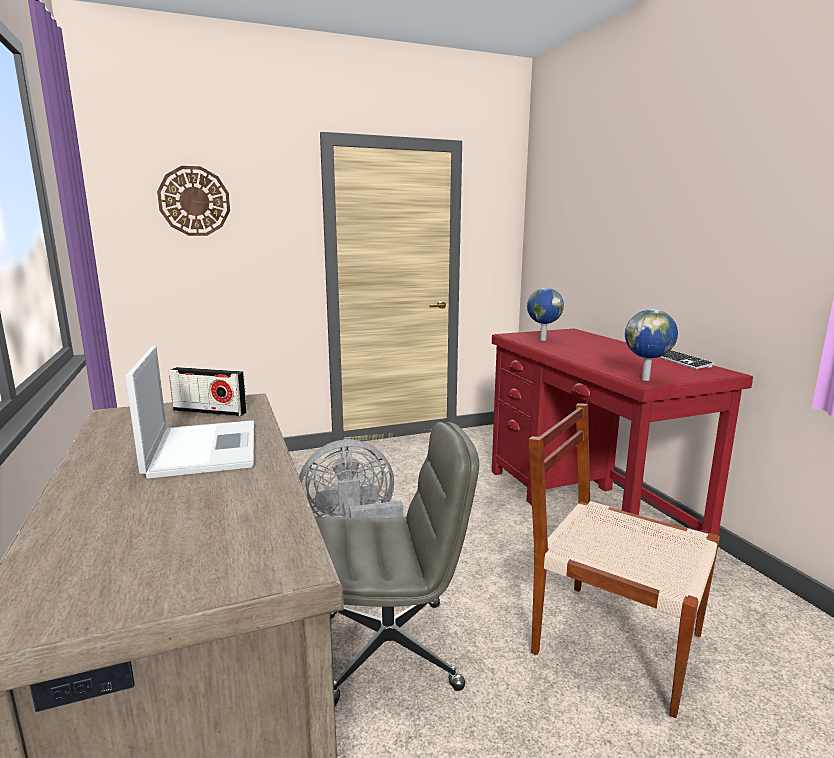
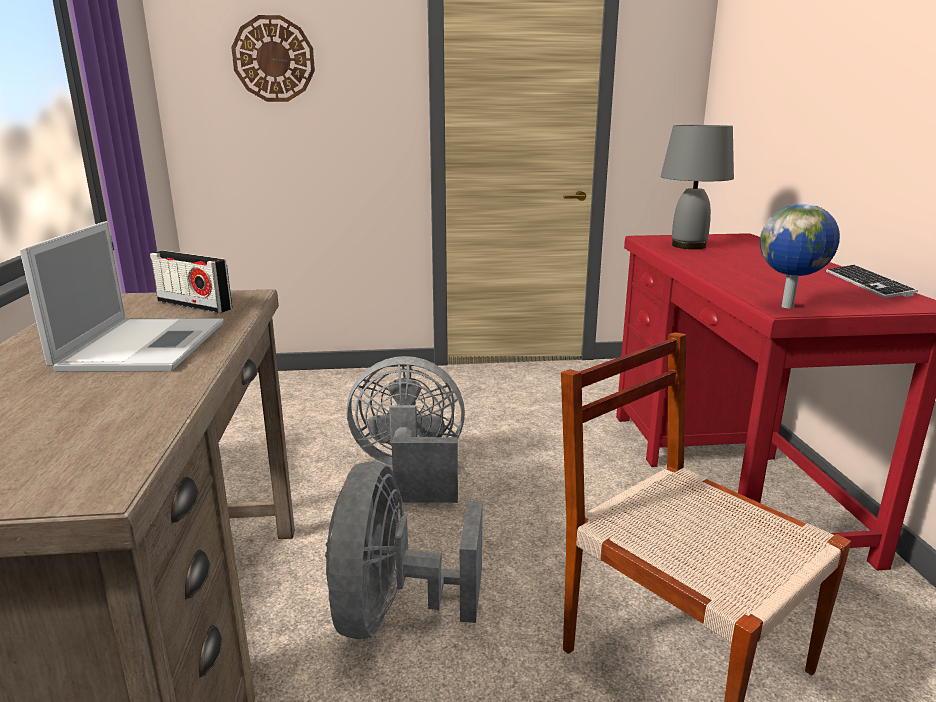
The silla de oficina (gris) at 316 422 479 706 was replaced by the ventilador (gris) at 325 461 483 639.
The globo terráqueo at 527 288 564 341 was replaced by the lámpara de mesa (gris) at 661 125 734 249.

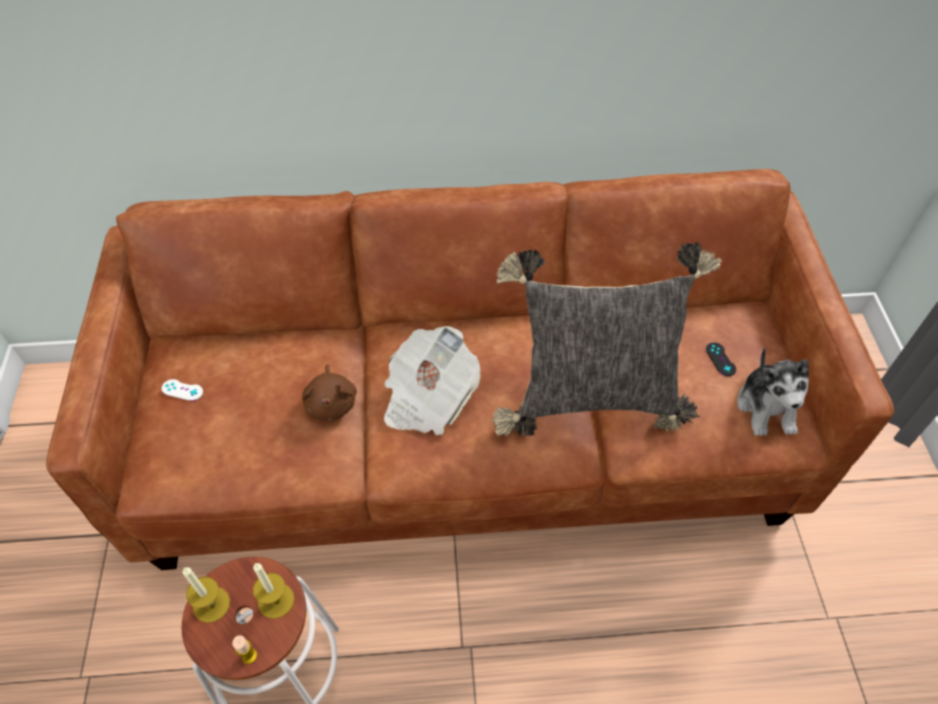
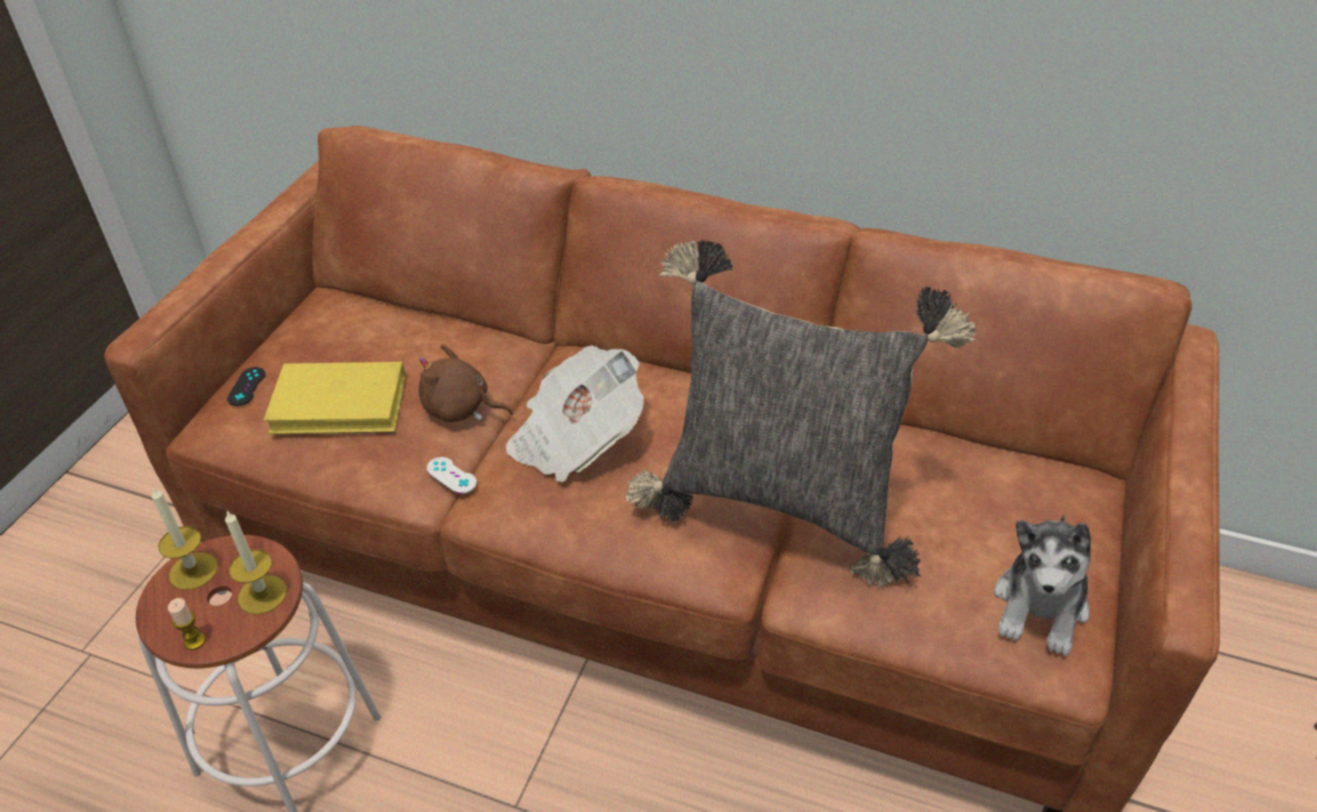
The mando de consola (negro) moved from 706 342 736 376 to 227 367 266 406.
The libro (amarillo) at 264 362 405 435 appeared.
The peluche (marrón) at 302 364 357 421 turned 90 degrees clockwise.
The mando de consola (blanco) moved from 161 379 203 401 to 427 457 477 494.

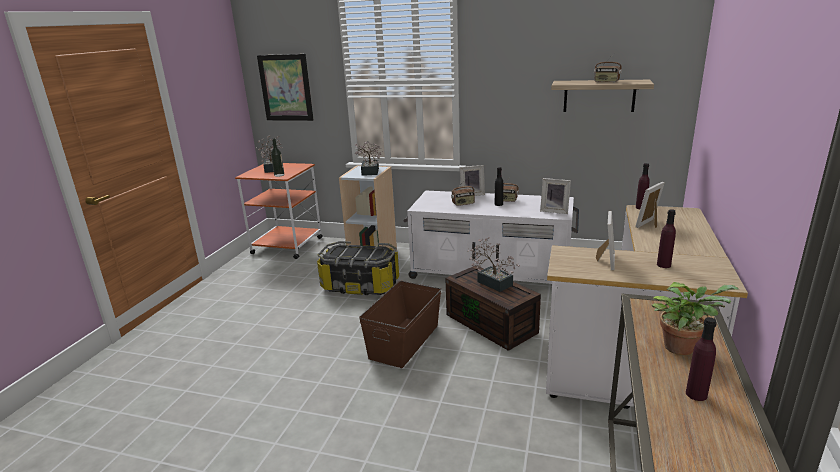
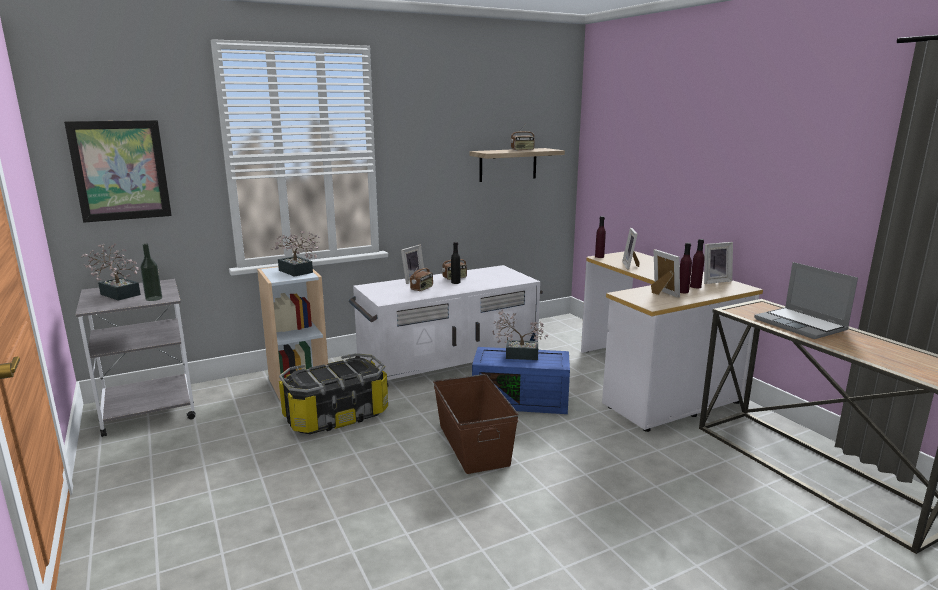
The carrito (naranja) at 235 163 323 259 became the carrito (gris) at 75 279 196 437.
The caja de almacenaje (marrón) at 445 265 541 351 became the caja de almacenaje (azul) at 472 347 570 414.
The botella (morado) moved from 686 317 717 401 to 680 243 692 293.
The portarretratos moved from 540 178 571 214 to 704 242 733 284.
The planta en maceta at 652 282 739 355 was replaced by the portátil at 754 262 858 339.

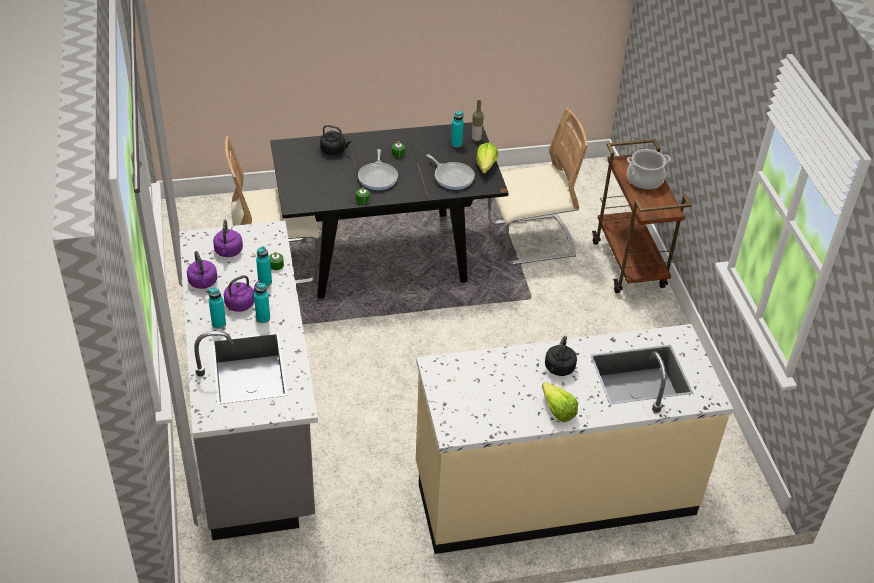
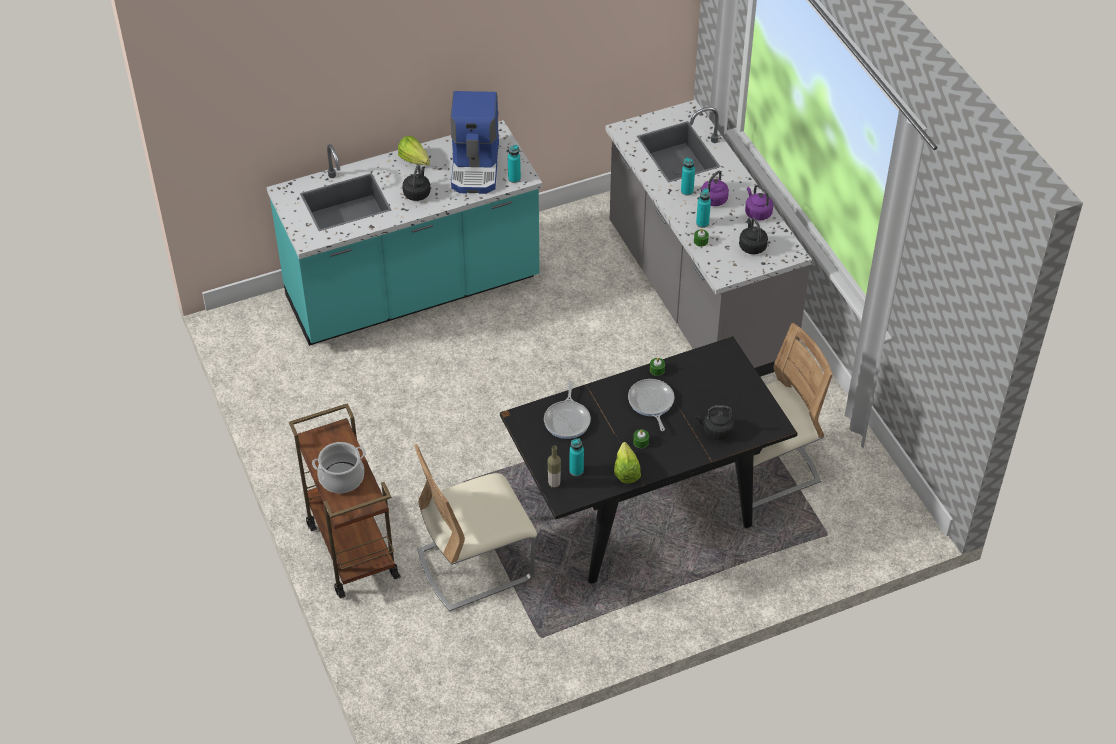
The mueble bajo de cocina (beis) at 416 324 733 554 became the mueble bajo de cocina (turquesa) at 267 120 542 346.
The cafetera at 451 91 499 194 appeared.
The botella (turquesa) moved from 208 288 226 329 to 508 145 521 183.
The sartén at 426 154 475 190 turned 120 degrees counterclockwise.
The lechuga moved from 476 143 498 173 to 614 442 641 483.
The hervidor (morado) at 213 220 243 257 became the hervidor (negro) at 739 218 768 254.

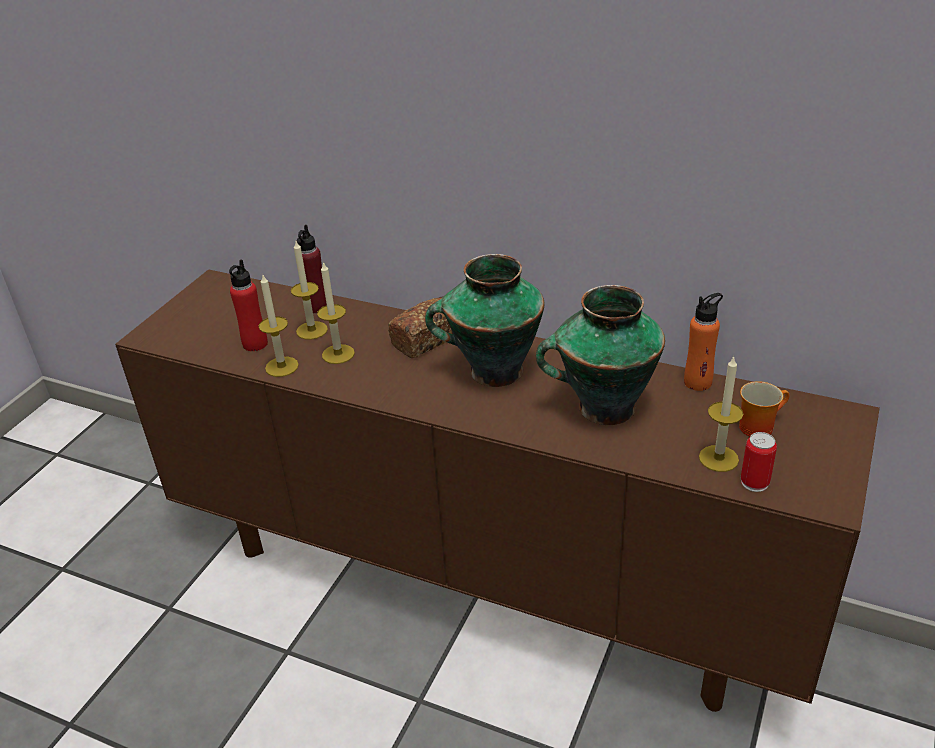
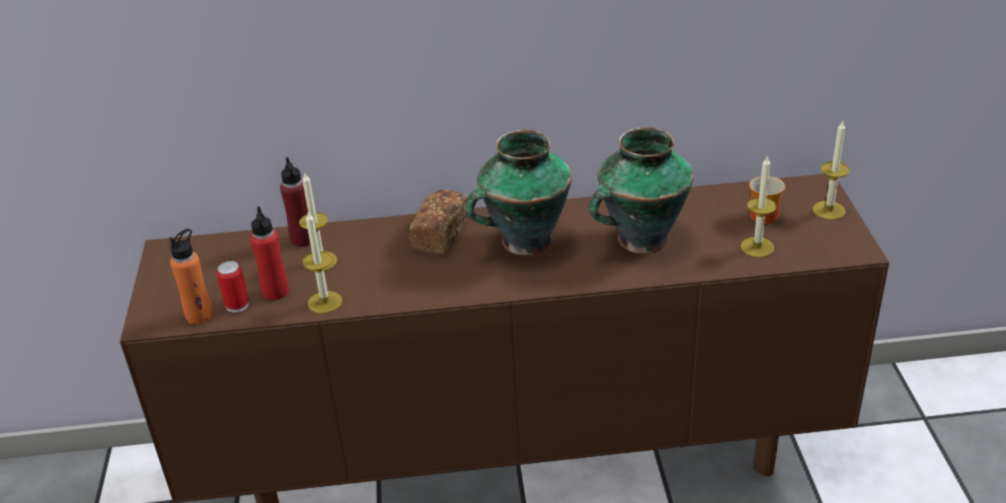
The botella (naranja) moved from 684 293 723 391 to 169 229 213 324.
The lata moved from 741 432 777 492 to 217 261 249 312.
The vela moved from 317 261 355 364 to 813 121 850 220.

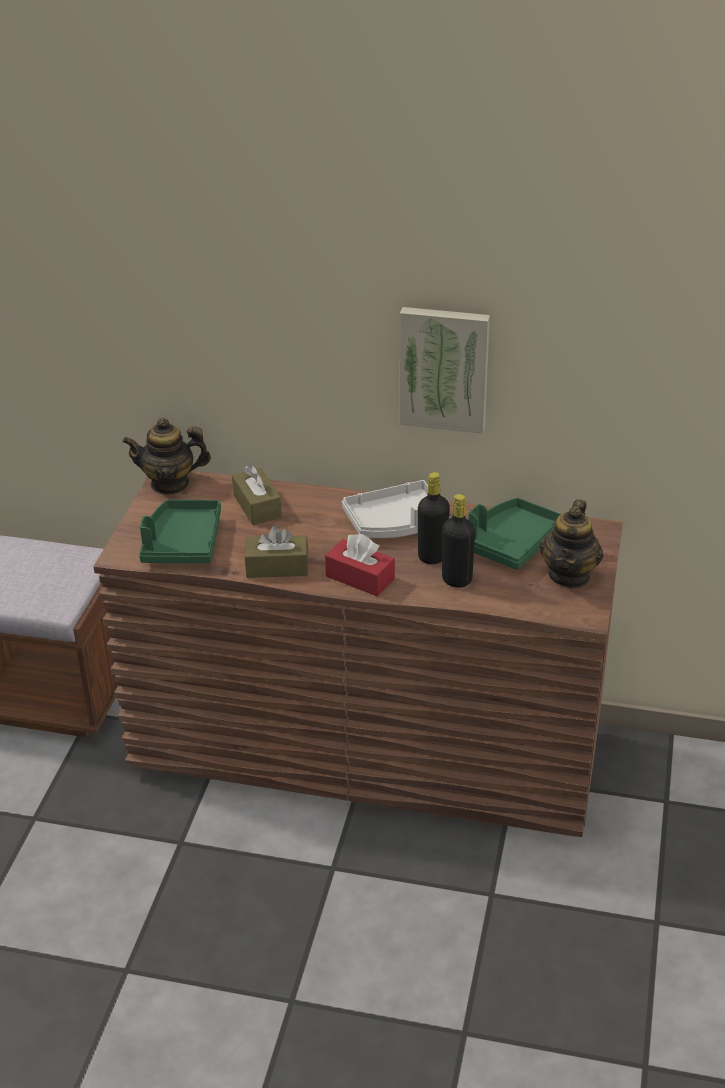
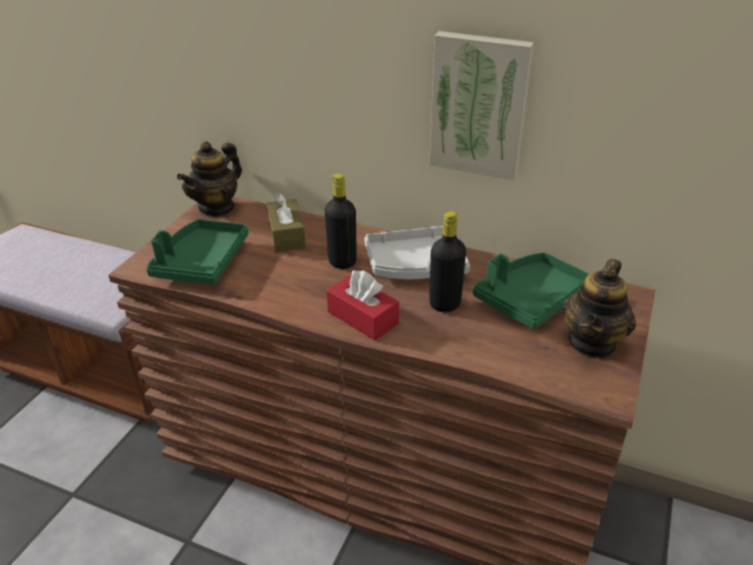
The tetera at 122 418 211 495 turned 60 degrees counterclockwise.
The botella (negro) moved from 442 494 475 588 to 324 173 357 269.
The caja de pañuelos (marrón) at 245 526 309 578 disappeared.

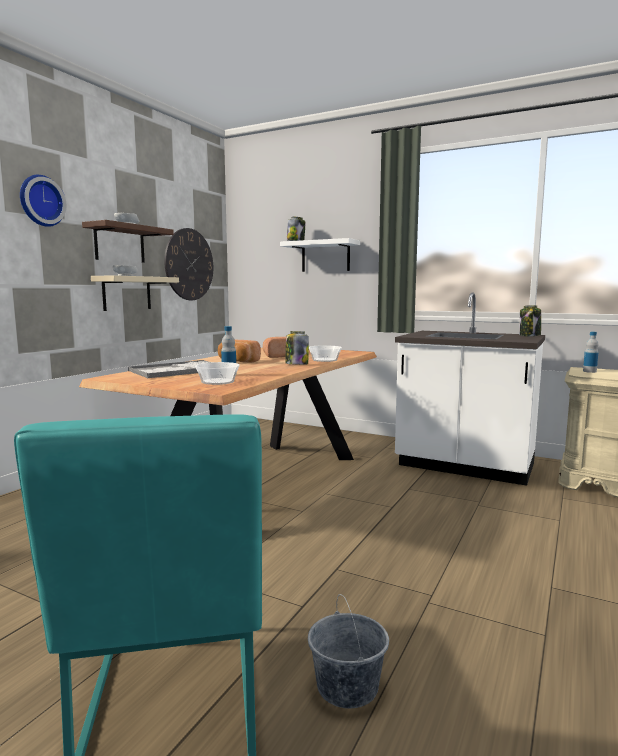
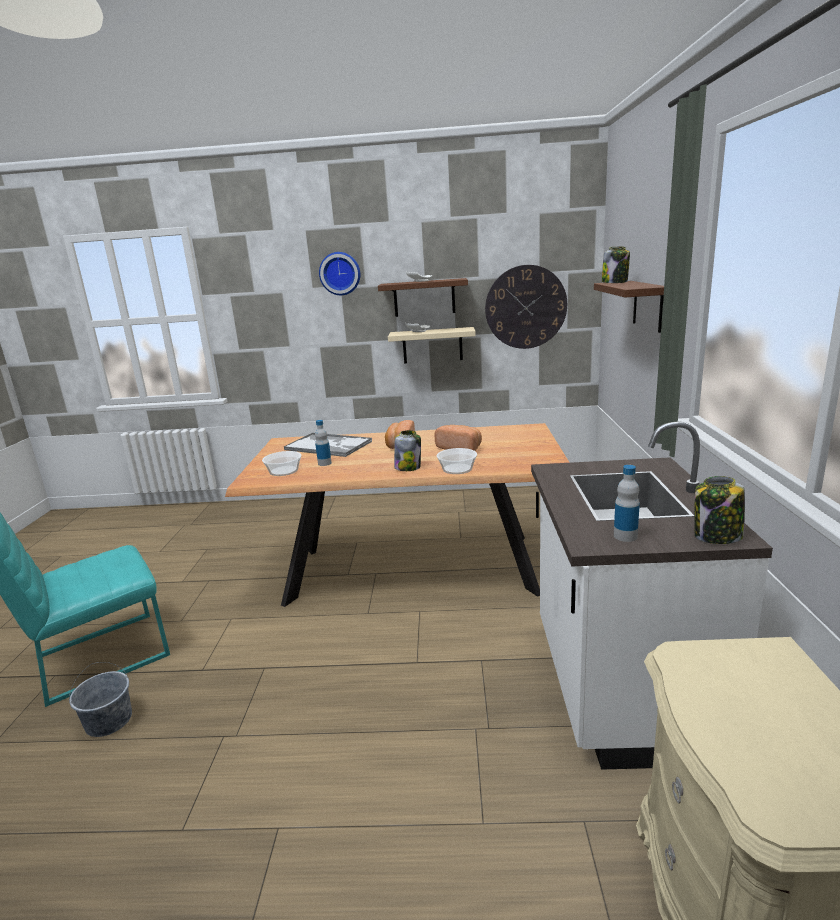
The estante (blanco) at 280 238 360 272 became the estante (marrón) at 594 281 664 333.
The botella moved from 583 332 598 373 to 614 465 640 542.

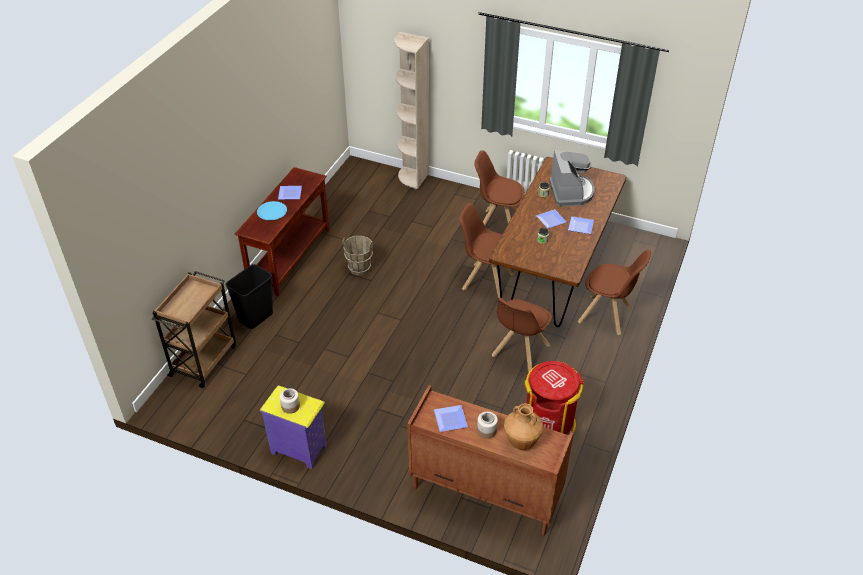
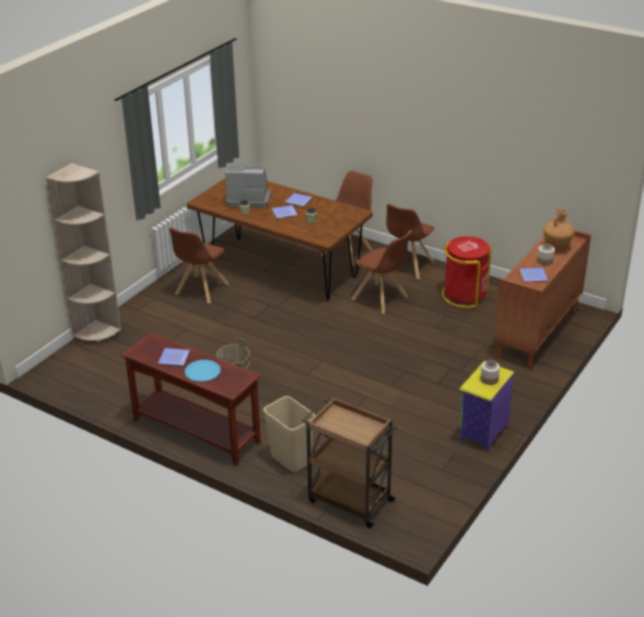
The papelera (negro) at 226 264 273 329 became the papelera (beis) at 263 396 315 472.
The silla (marrón) moved from 459 203 514 299 to 386 203 435 279.

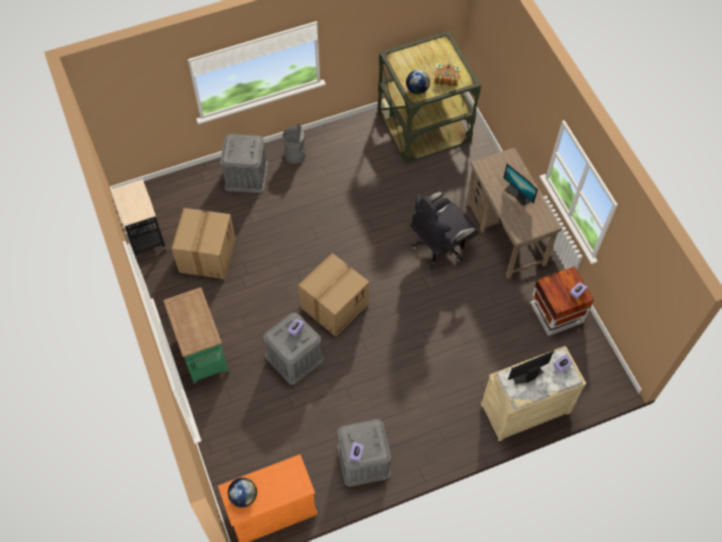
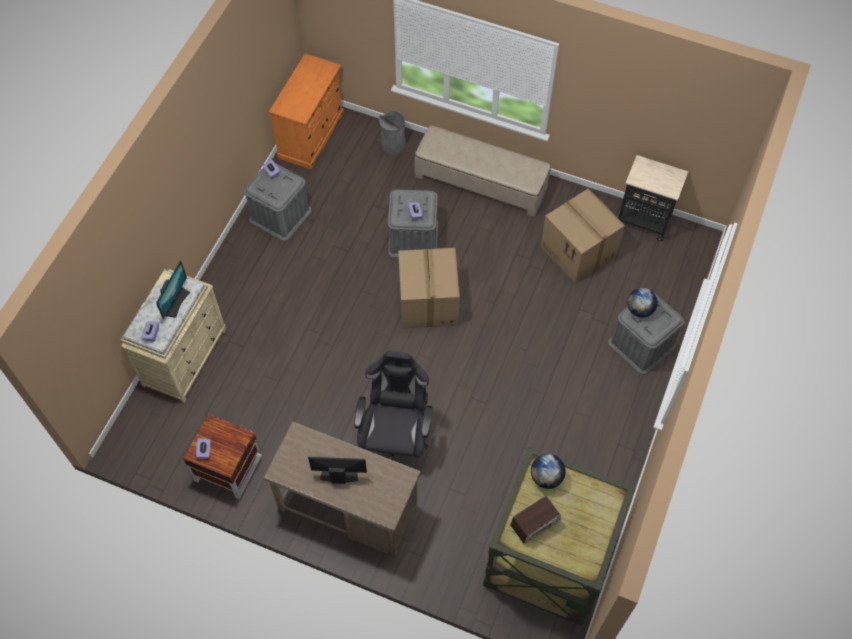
The papelera (gris) moved from 282 124 306 164 to 379 111 406 155.
The carrito (verde) at 163 287 229 386 was replaced by the banco (beis) at 415 126 551 217.
The libro at 434 63 461 86 was replaced by the radio at 510 496 561 544.
The globo terráqueo moved from 228 478 257 508 to 627 288 658 318.

